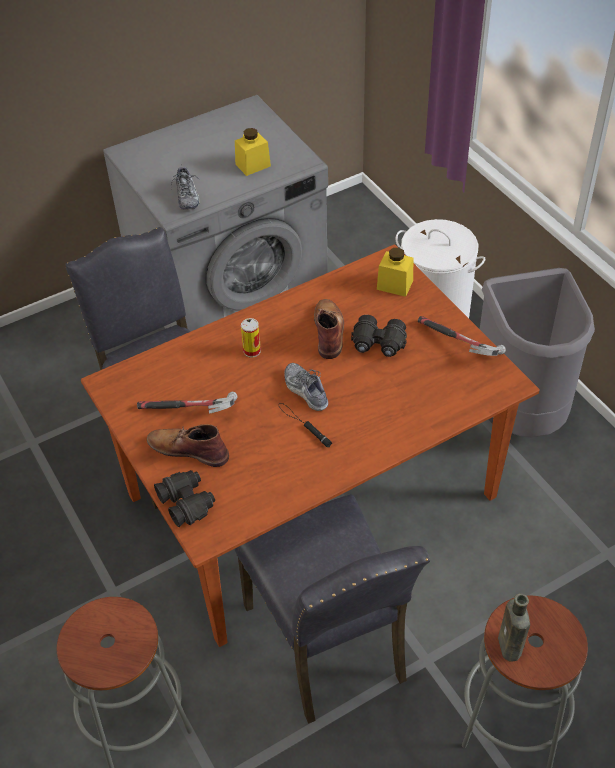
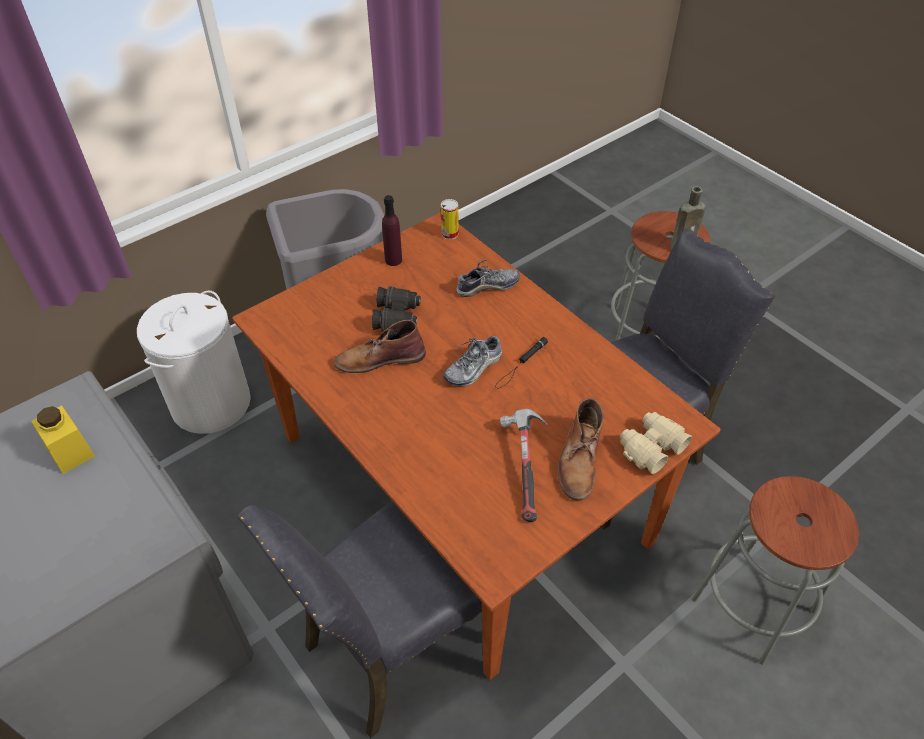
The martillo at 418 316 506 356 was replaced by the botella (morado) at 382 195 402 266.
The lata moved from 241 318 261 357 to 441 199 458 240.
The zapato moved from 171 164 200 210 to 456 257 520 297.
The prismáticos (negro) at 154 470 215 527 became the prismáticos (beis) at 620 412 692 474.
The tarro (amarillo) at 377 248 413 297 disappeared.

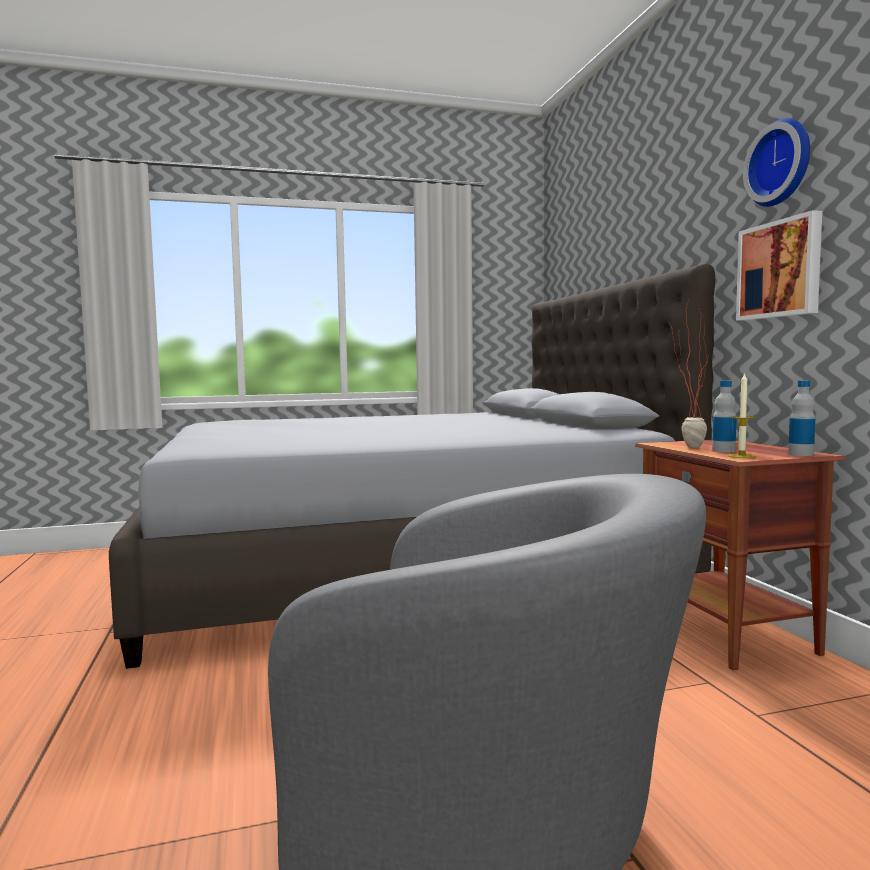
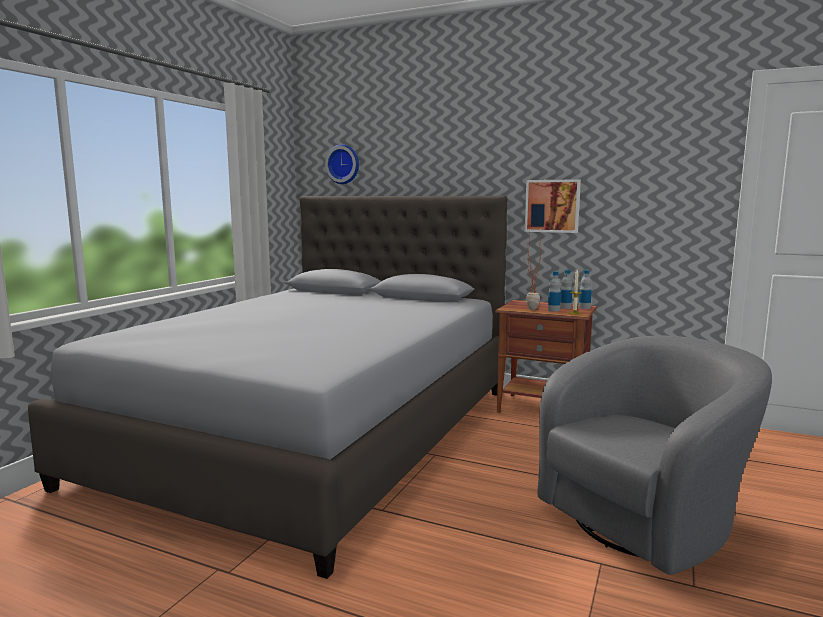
The reloj de pared moved from 743 118 810 207 to 325 144 359 184.
The botella at 560 270 572 309 appeared.

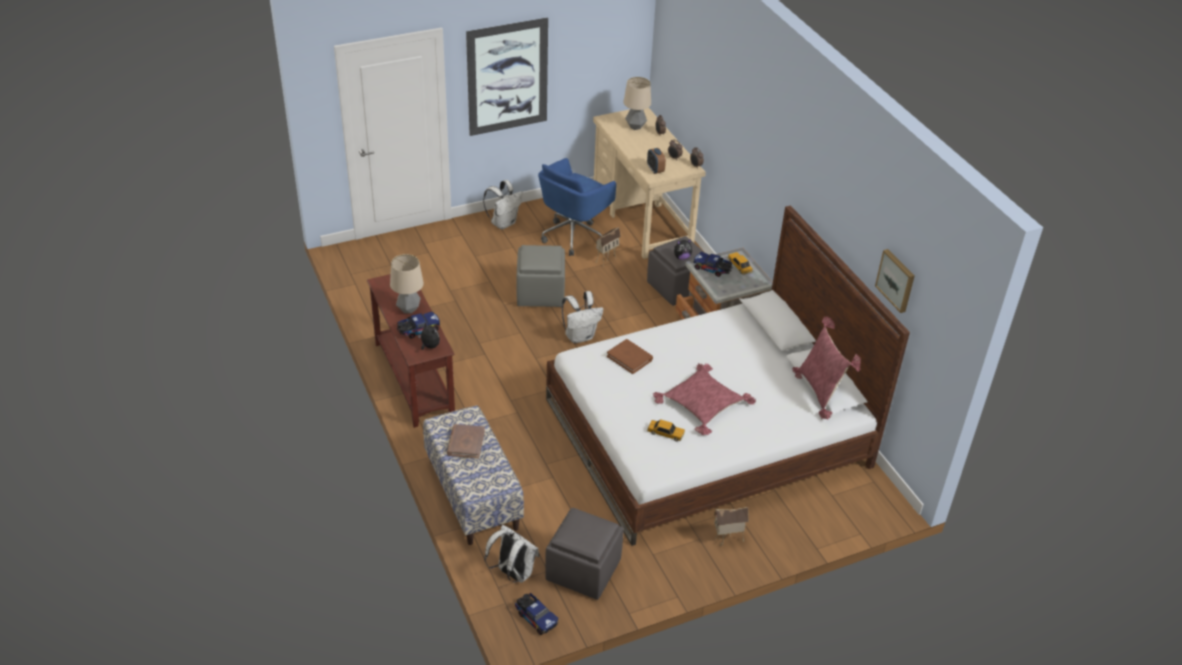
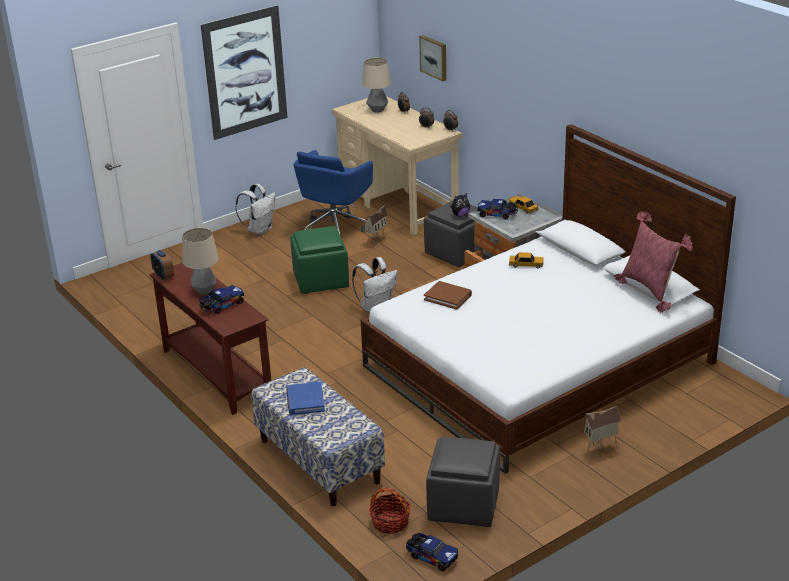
The despertador moved from 647 148 666 174 to 150 250 174 281.
The libro (marrón) at 446 424 485 459 became the libro (azul) at 286 382 325 415.
The puf (gris) at 516 245 565 307 became the puf (verde) at 290 226 349 294.
The mochila (blanco) at 484 525 539 583 was replaced by the cesta at 369 487 411 534.
The cuadro moved from 875 249 915 313 to 419 35 446 81.
The coche de juguete moved from 647 420 685 441 to 509 252 544 268.
The peluche at 418 322 440 350 disappeared.
The cojín (rojo) at 653 363 756 436 disappeared.

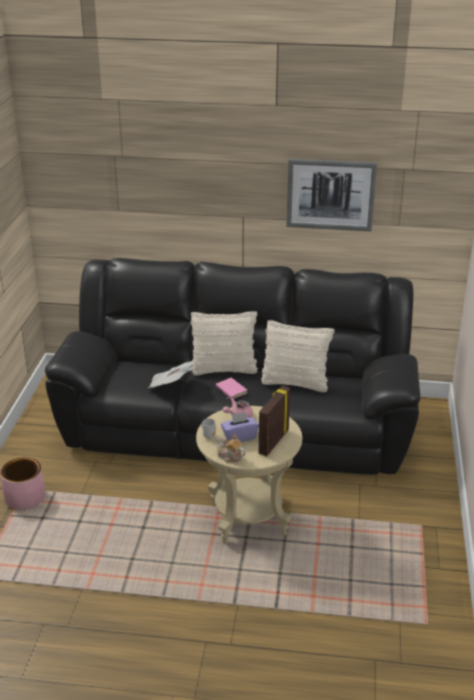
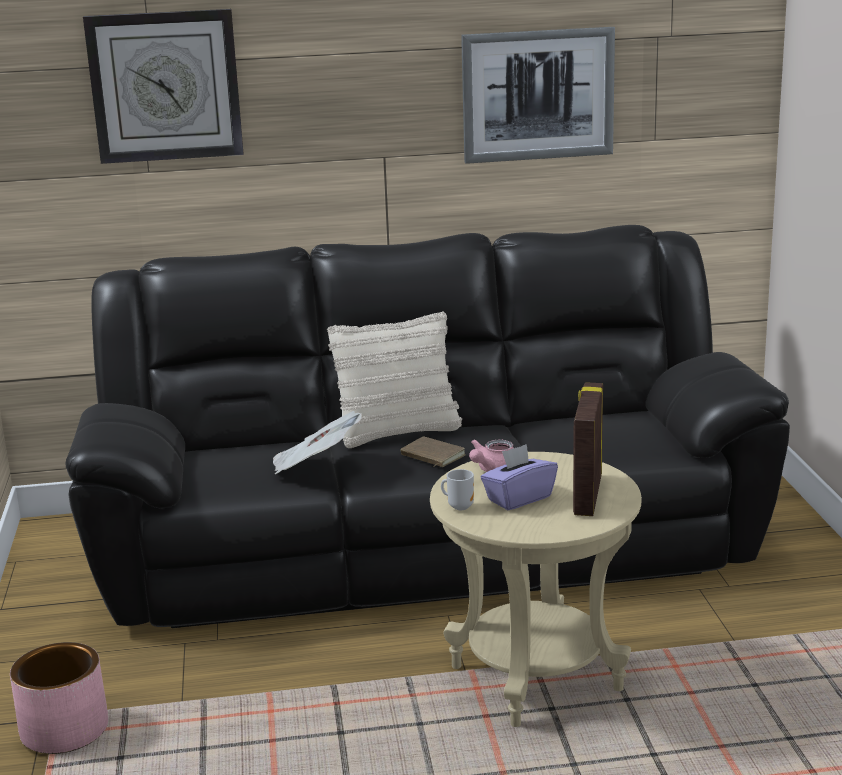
The reloj de pared at 83 9 244 164 appeared.
The libro (rosa) at 216 378 247 399 became the libro (marrón) at 400 437 466 467.
The tetera at 216 434 246 463 disappeared.
The cojín (beis) at 261 320 334 392 disappeared.

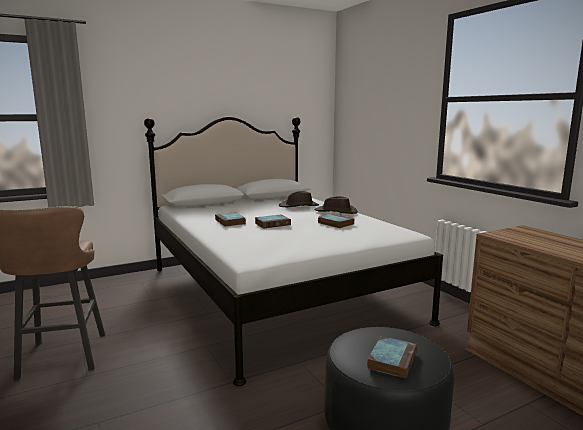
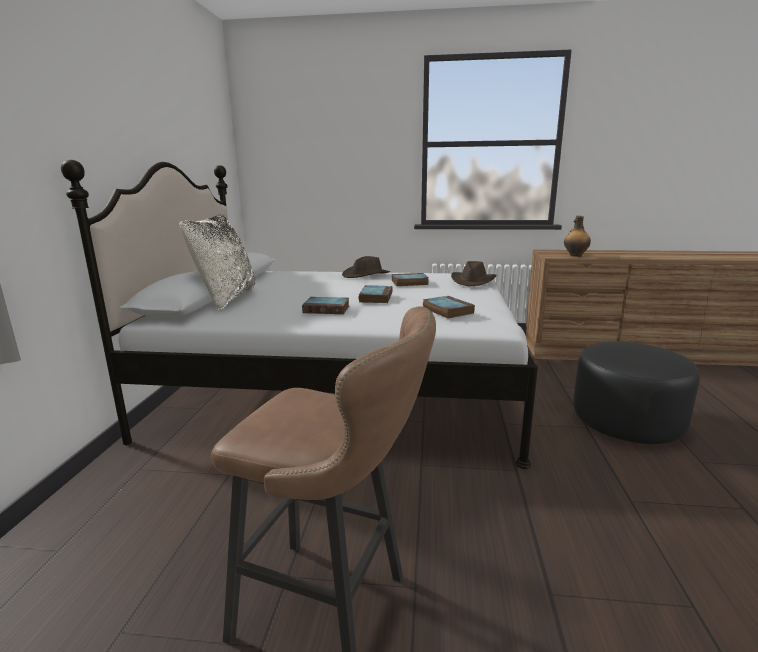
The cojín (beis) at 179 214 255 310 appeared.
The libro moved from 367 336 417 379 to 423 296 475 319.
The sombrero (marrón) moved from 279 191 319 207 to 451 261 496 286.
The botella at 564 216 591 257 appeared.

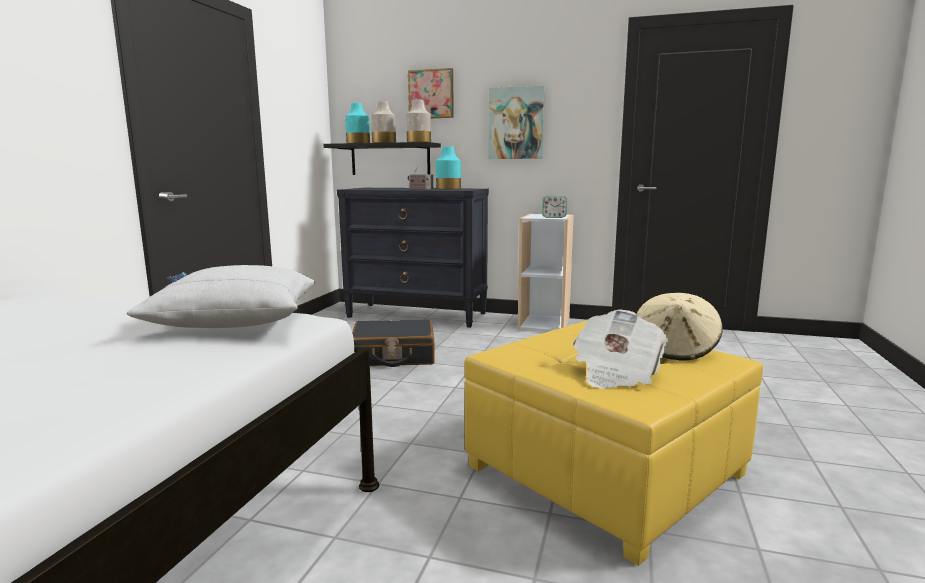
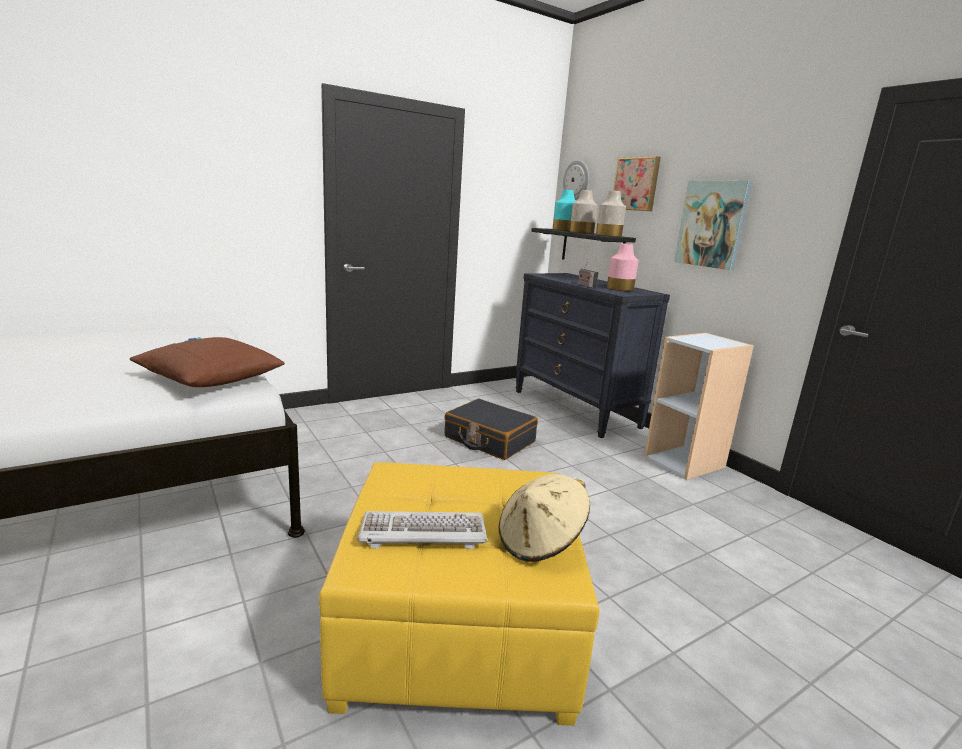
The cojín (gris) at 127 265 315 328 became the cojín (marrón) at 130 337 285 387.
The periódico at 573 310 668 389 was replaced by the teclado at 357 511 487 549.
The reloj de pared at 563 160 589 200 appeared.
The florero (turquesa) at 436 146 461 189 became the florero (rosa) at 607 243 638 291.
The despertador at 542 196 567 218 disappeared.

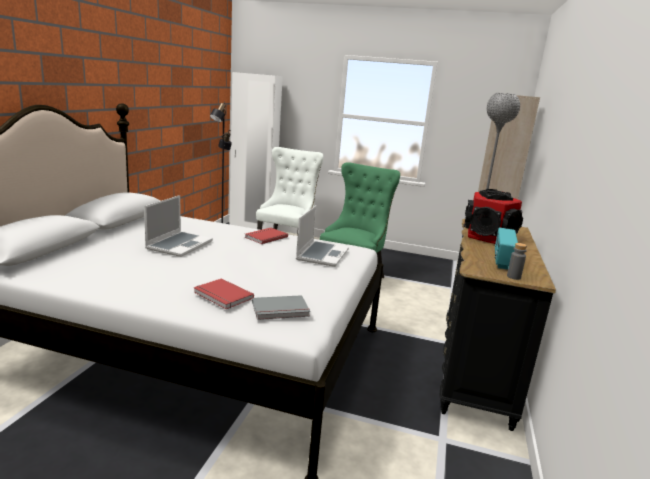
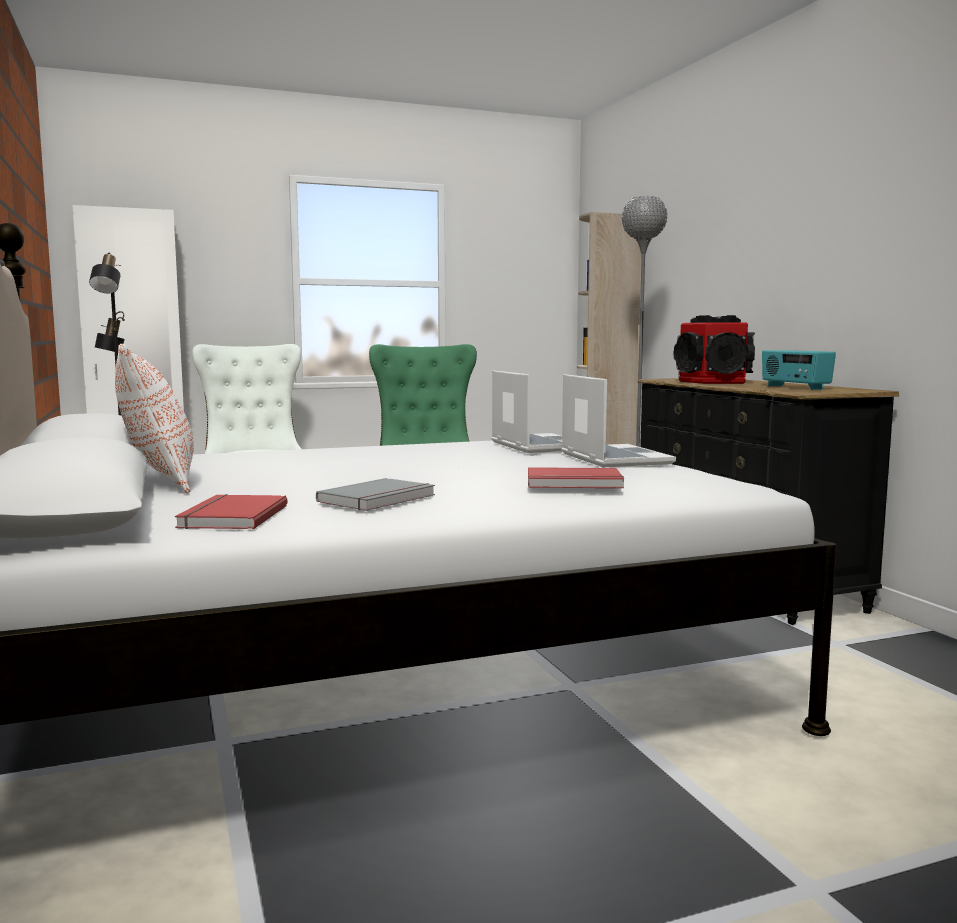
The cojín (blanco) at 115 344 194 494 appeared.
The libro (rojo) moved from 244 228 288 244 to 175 494 287 529.
The libro (gris) moved from 252 295 310 320 to 316 478 435 511.
The portátil moved from 144 195 213 257 to 561 374 676 467.
The botella (gris) at 507 243 527 280 disappeared.

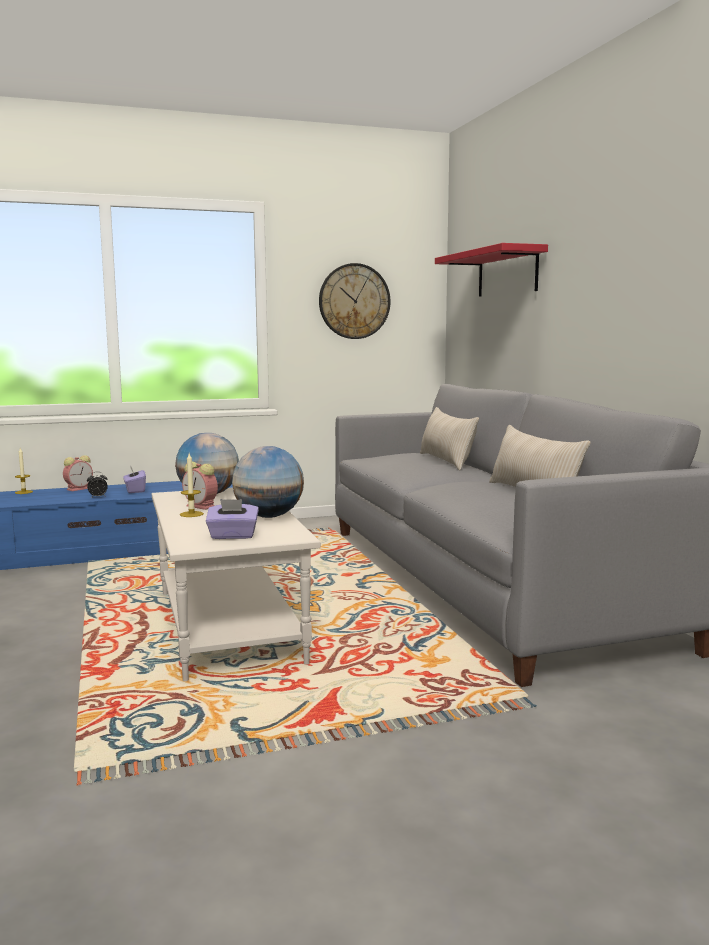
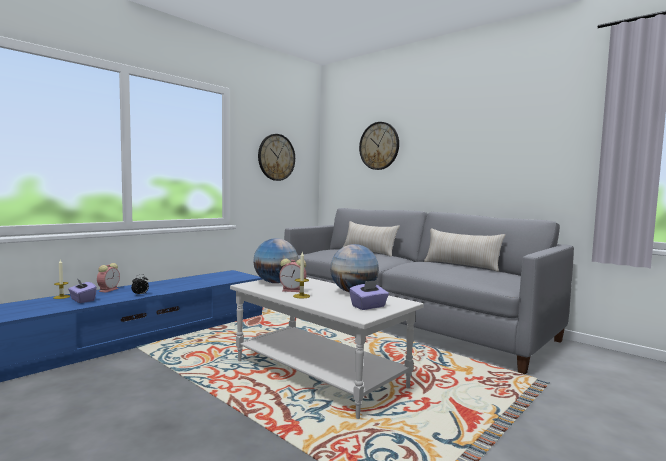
The caja de pañuelos (morado) moved from 123 467 146 493 to 68 279 97 303.
The estante (rojo) at 435 243 548 297 was replaced by the reloj de pared at 359 122 399 170.

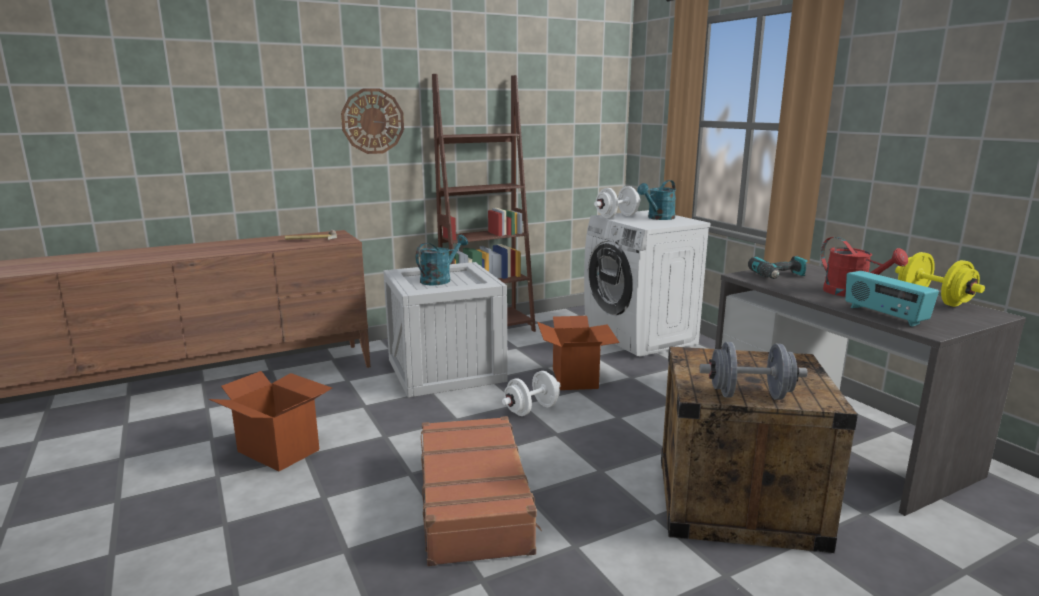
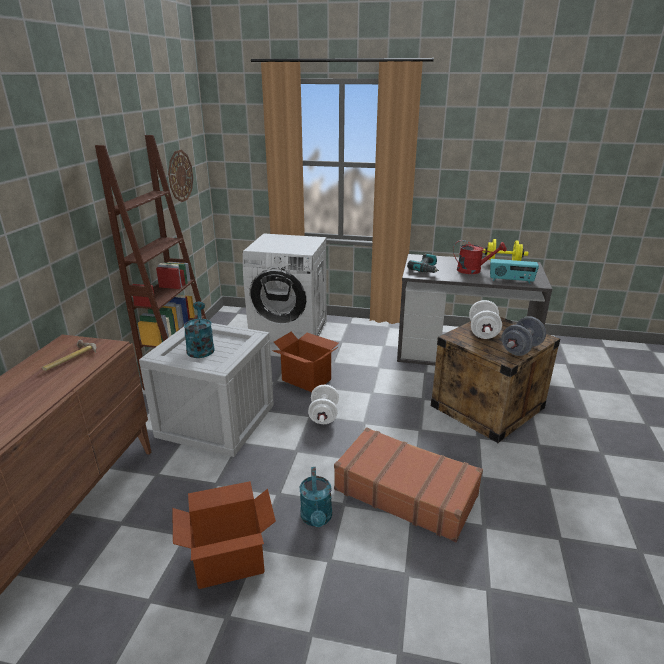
The reloj de pared moved from 341 88 404 154 to 168 150 193 202.
The regadera (turquesa) moved from 637 180 676 220 to 300 467 332 527.
The mancuerna (blanco) moved from 594 186 641 218 to 469 300 502 339.

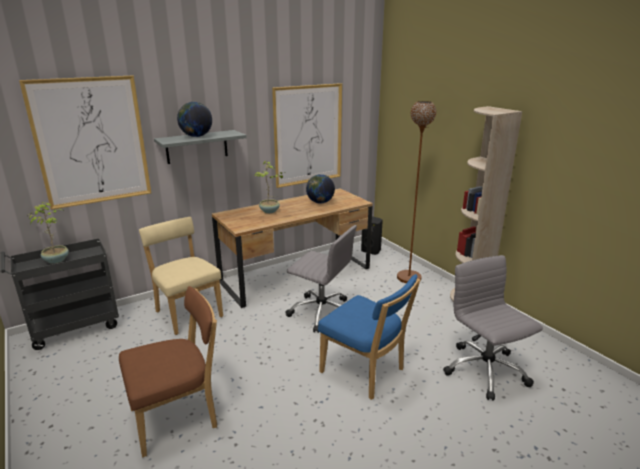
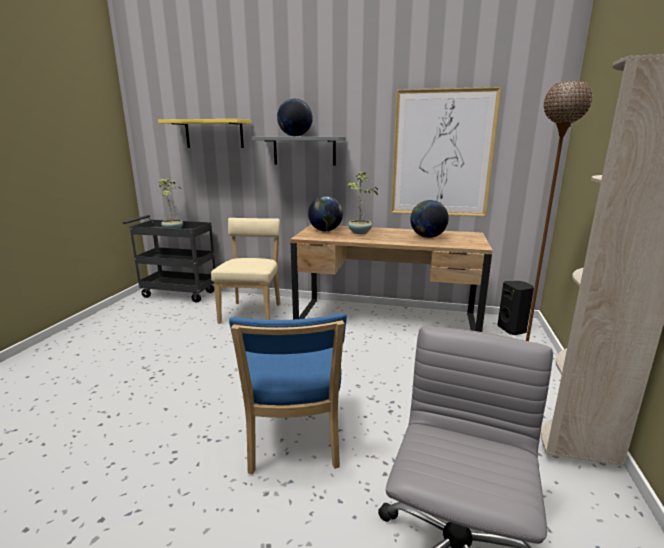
The cuadro at 19 75 151 210 was replaced by the estante (amarillo) at 158 119 251 148.
The globo terráqueo at 308 196 343 231 appeared.
The silla (marrón) at 119 286 217 457 disappeared.
The silla de oficina (gris) at 286 225 357 333 disappeared.

